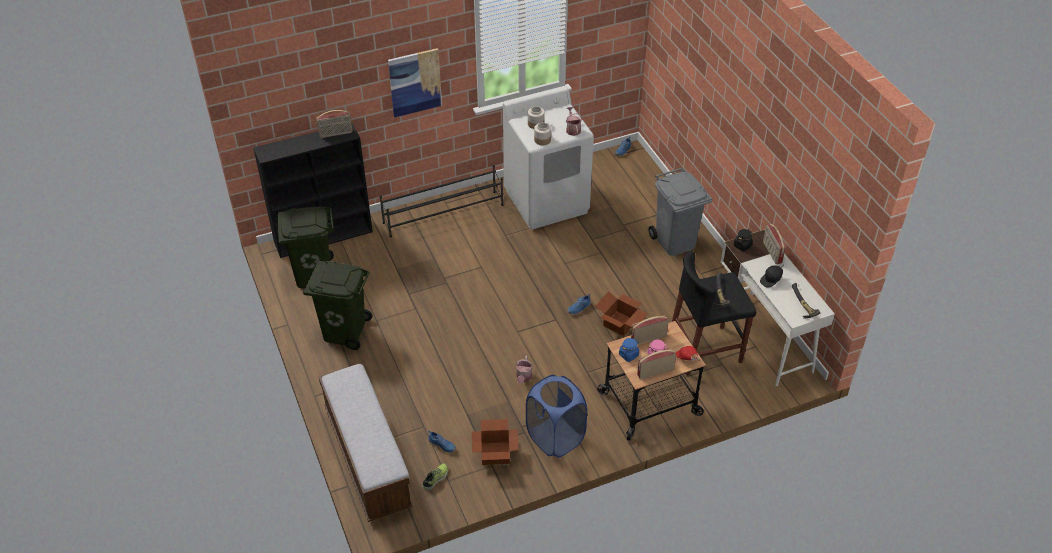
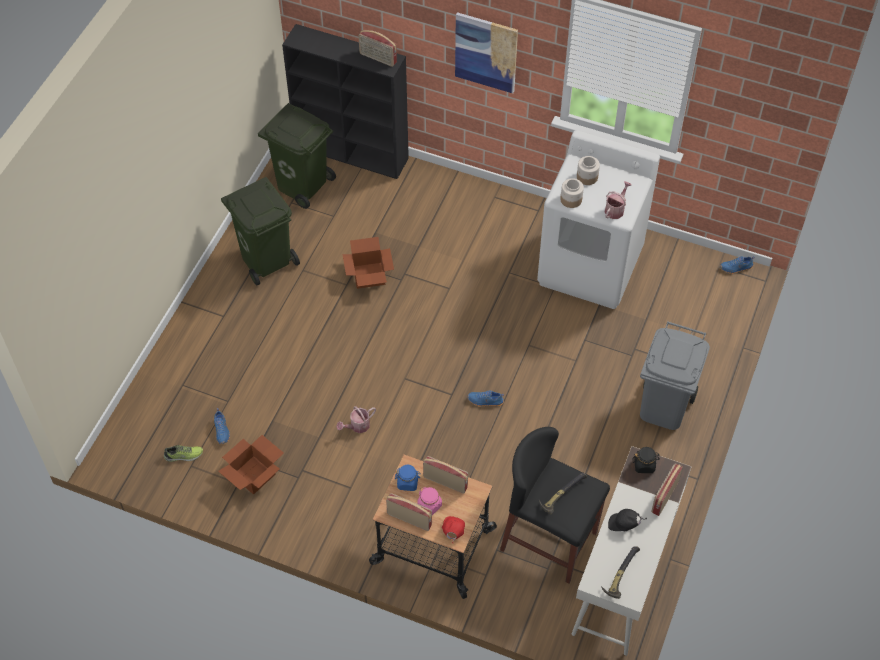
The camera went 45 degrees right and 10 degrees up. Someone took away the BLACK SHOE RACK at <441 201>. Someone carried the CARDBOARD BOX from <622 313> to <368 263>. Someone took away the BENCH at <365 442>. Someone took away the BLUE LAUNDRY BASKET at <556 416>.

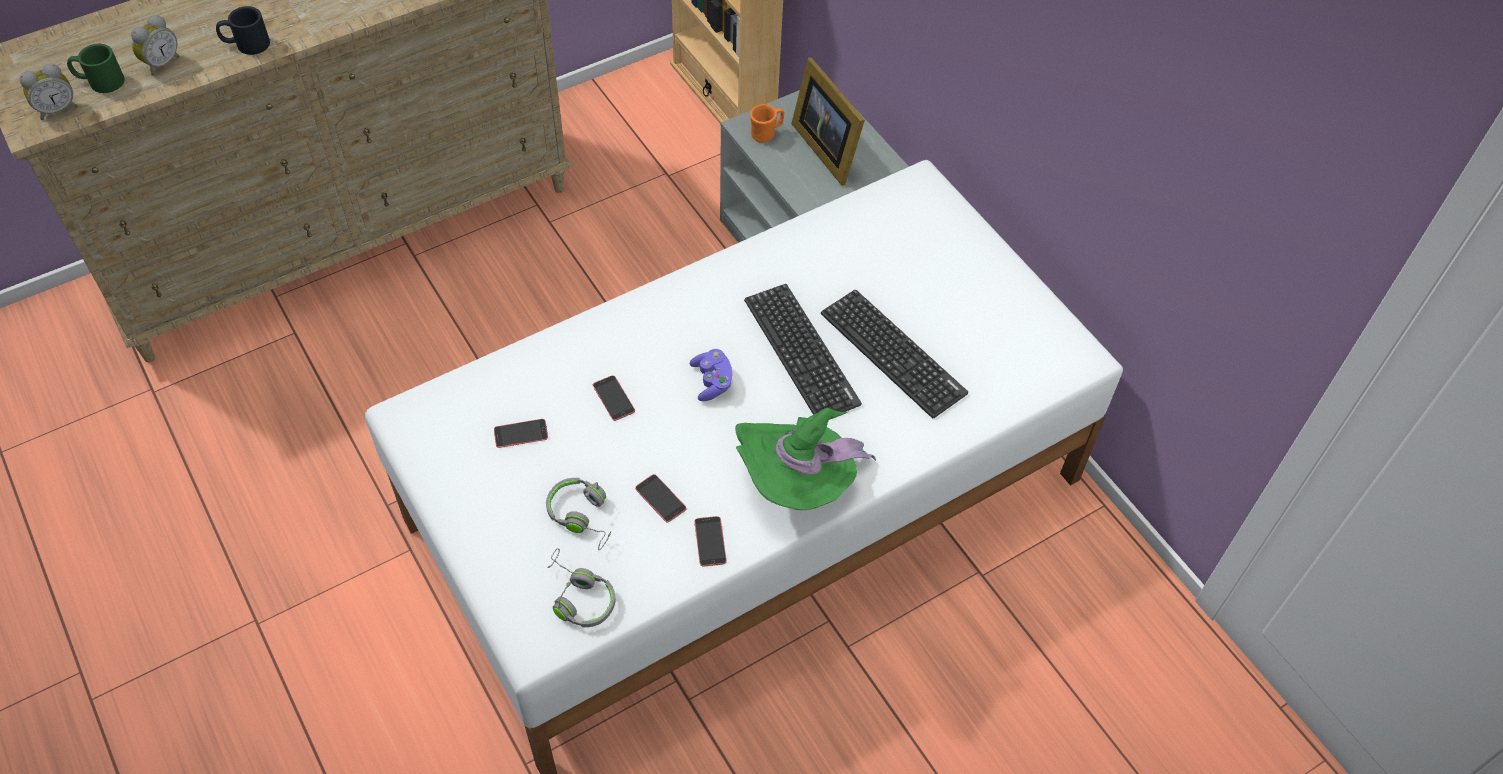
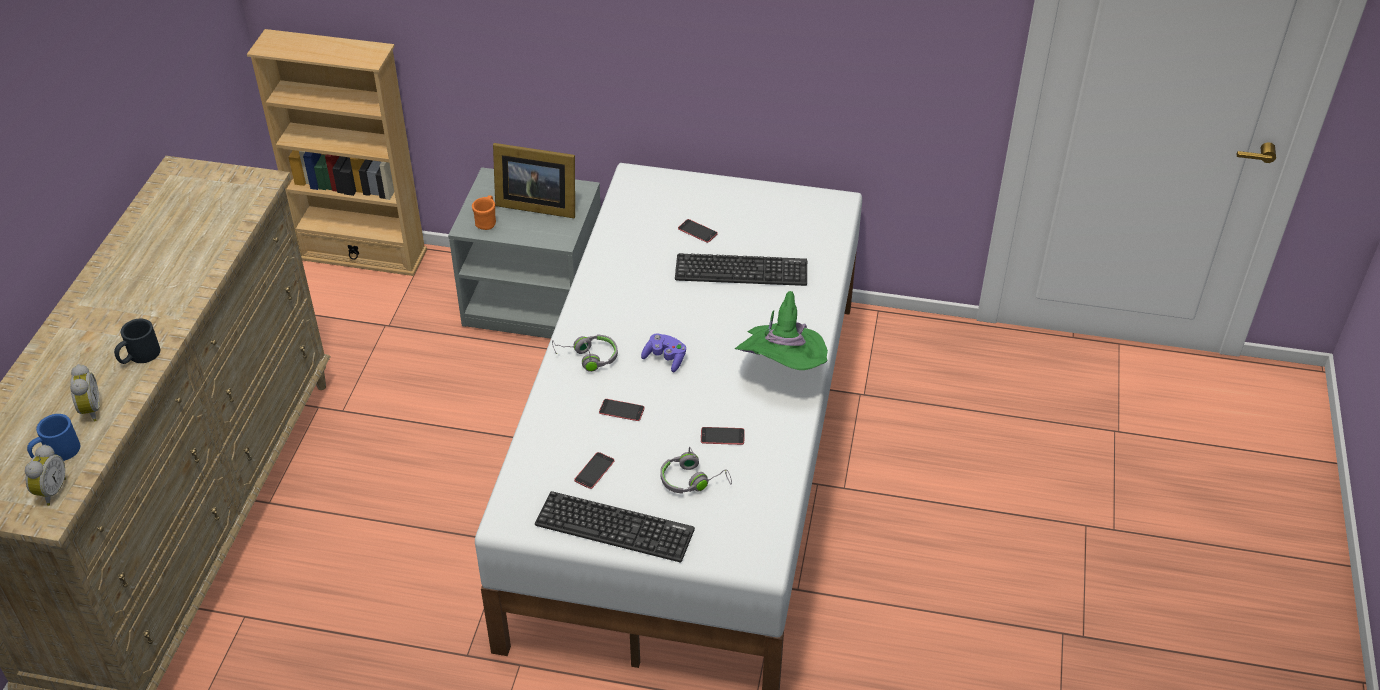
The camera went 45 degrees left and 10 degrees down. Someone repainted the GREEN MUG at <96 68>, which became the BLUE MUG at <53 437>. Someone carried the KEYBOARD from <803 349> to <615 526>. Someone carried the PHONE from <710 541> to <698 231>. Someone carried the GREY HEADPHONES from <581 587> to <585 353>.

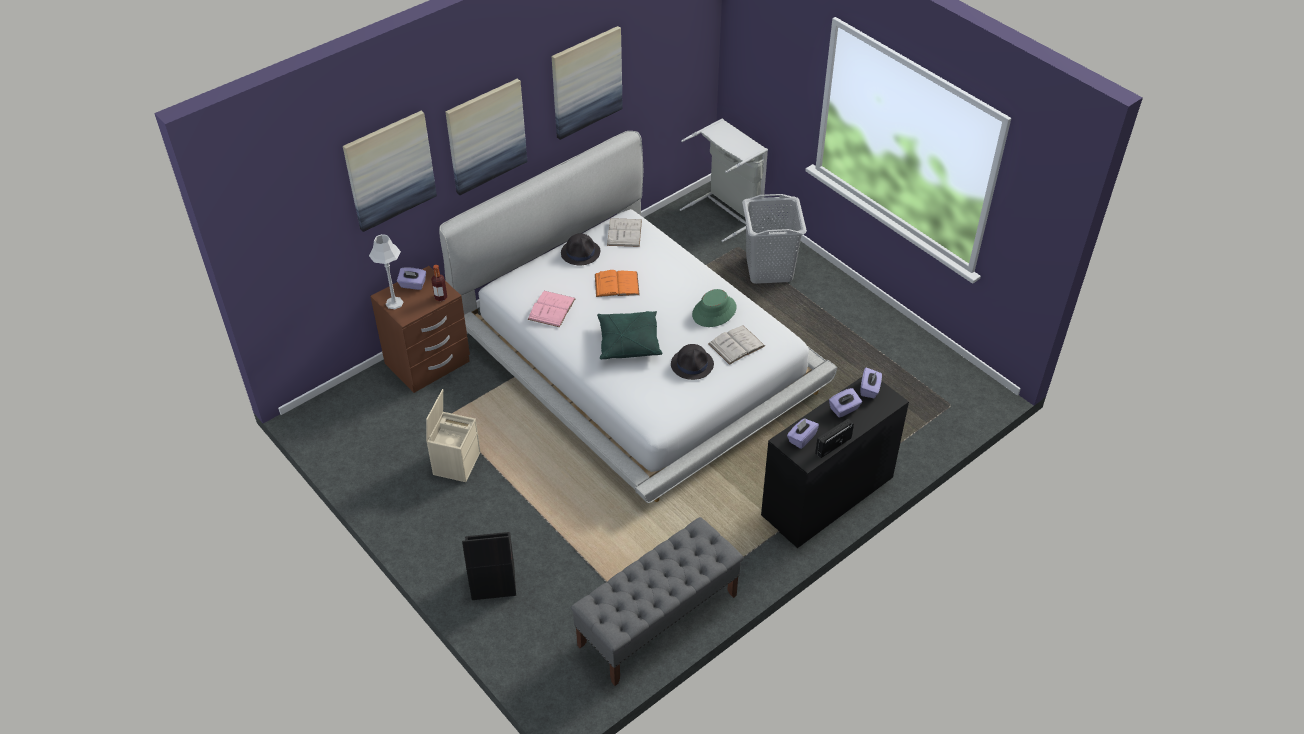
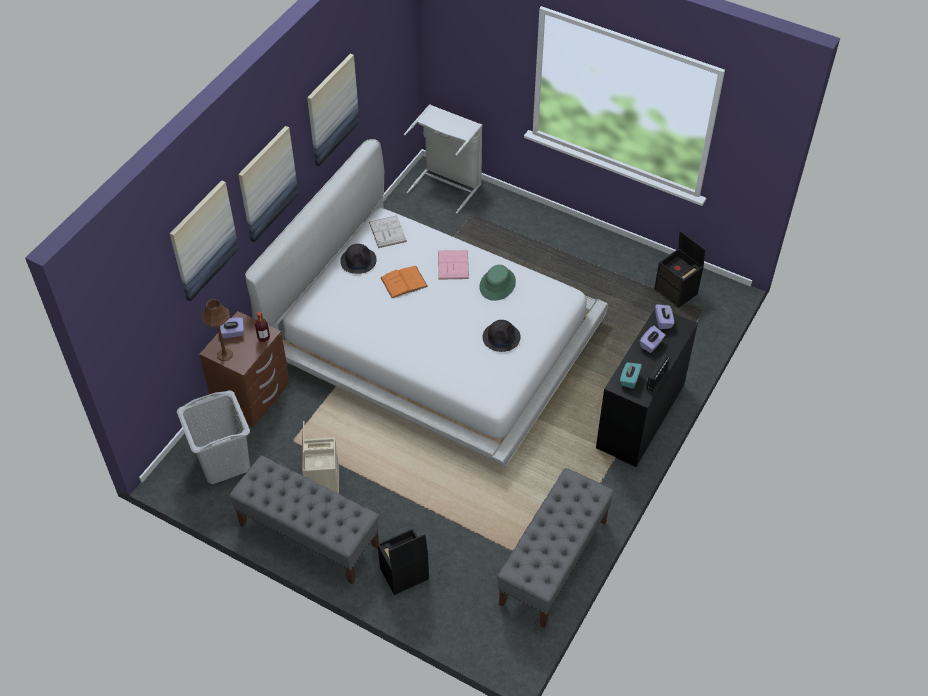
The camera went 20 degrees left and 5 degrees up. Someone carried the GREY LAUNDRY BASKET from <774 239> to <213 437>. Someone repainted the GREY TABLE LAMP at <386 271>, which became the BROWN TABLE LAMP at <217 330>. Someone carried the PINK BOOK from <551 309> to <453 265>. Someone took away the GREEN PILLOW at <630 335>. Someone took away the WHITE BOOK at <736 345>. Someone repainted the PURPLE TISSUE BOX at <803 433>, which became the TURQUOISE TISSUE BOX at <631 375>. Someone put down the BLACK STORAGE BOX at <679 269>. Someone put down the GREY BENCH at <304 520>.

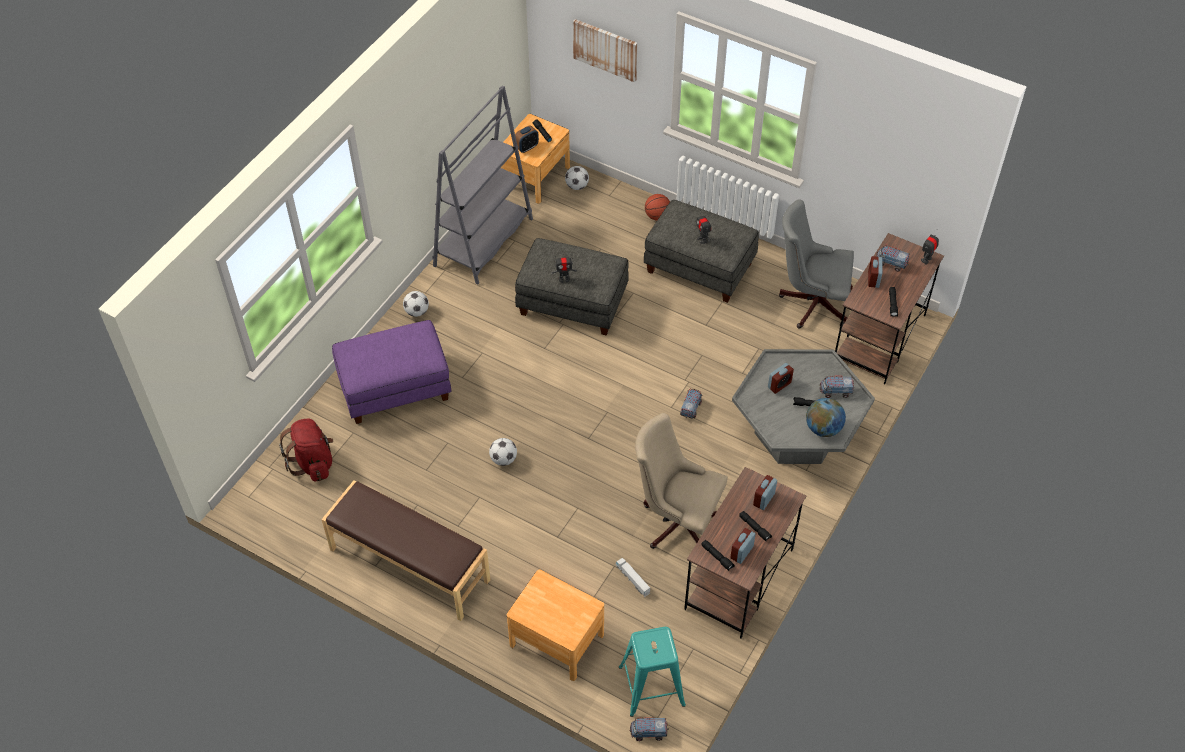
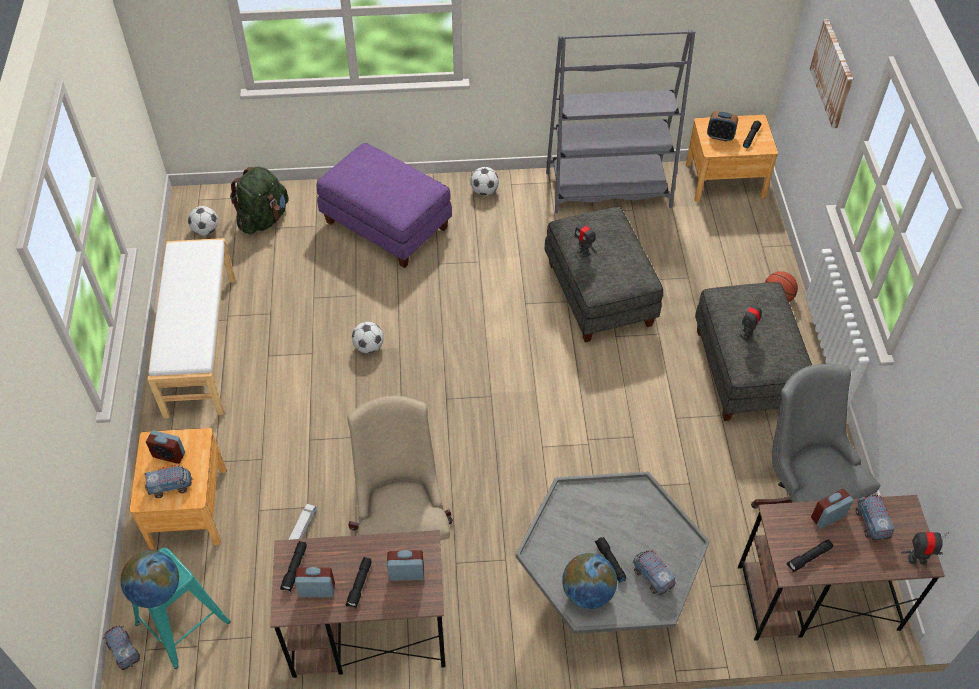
The camera went 55 degrees right and 0 degrees up. Someone carried the FOOTBALL from <577 178> to <203 220>. Someone carried the ALARM CLOCK from <781 378> to <165 447>. Someone carried the TOY TRUCK from <691 403> to <168 481>. Someone repainted the RED BACKPACK at <306 450>, which became the GREEN BACKPACK at <259 200>. Someone repainted the BROWN BENCH at <406 550>, which became the WHITE BENCH at <192 328>. Someone put down the GLOBE at <149 579>.

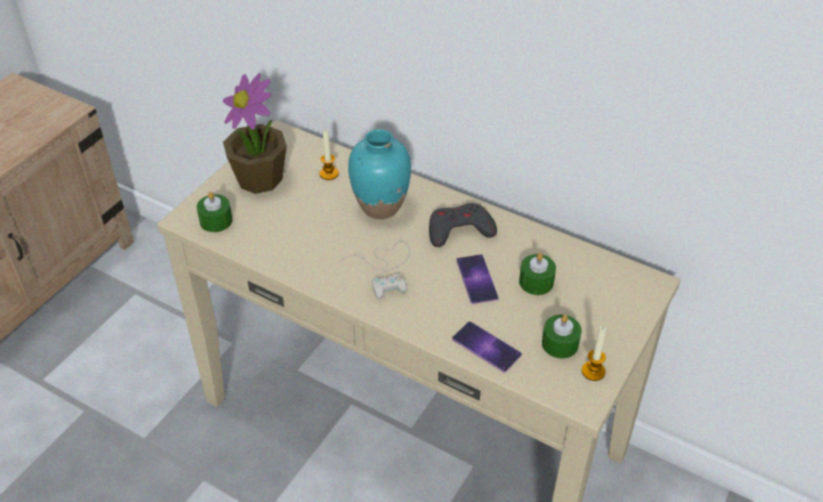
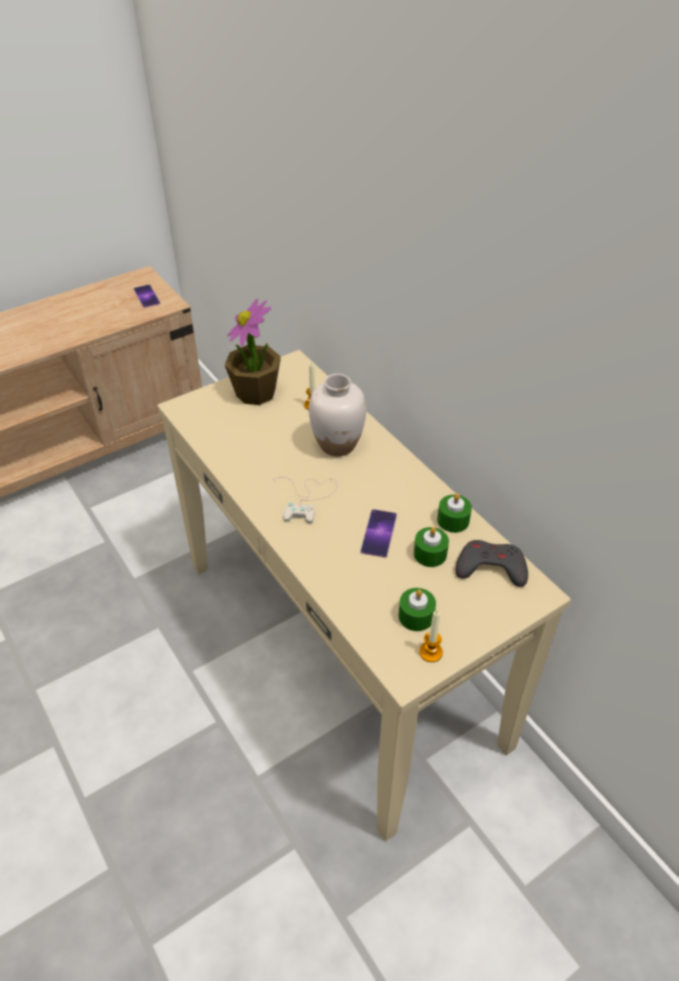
The camera went 25 degrees right and 0 degrees up. Someone repainted the TURQUOISE VASE at <379 174>, which became the WHITE VASE at <338 415>. Someone carried the GREEN CANDLE from <215 212> to <454 513>. Someone carried the GREY GAME CONTROLLER from <463 225> to <492 563>. Someone carried the PHONE from <487 346> to <147 296>.

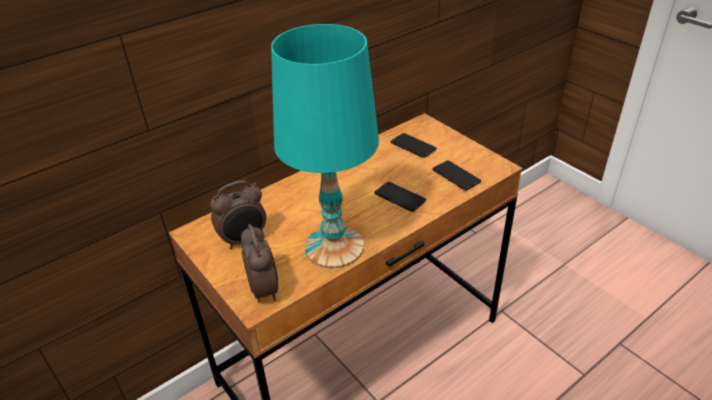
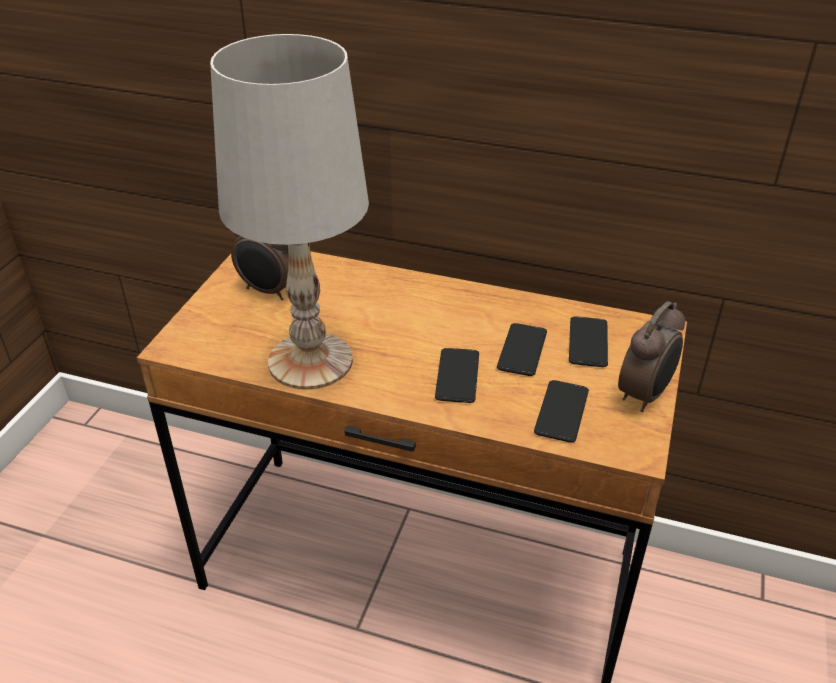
The camera went 55 degrees right and 0 degrees up. Someone repainted the TURQUOISE TABLE LAMP at <325 146>, which became the WHITE TABLE LAMP at <289 212>. Someone carried the ALARM CLOCK from <259 263> to <651 356>. Someone put down the PHONE at <522 349>.

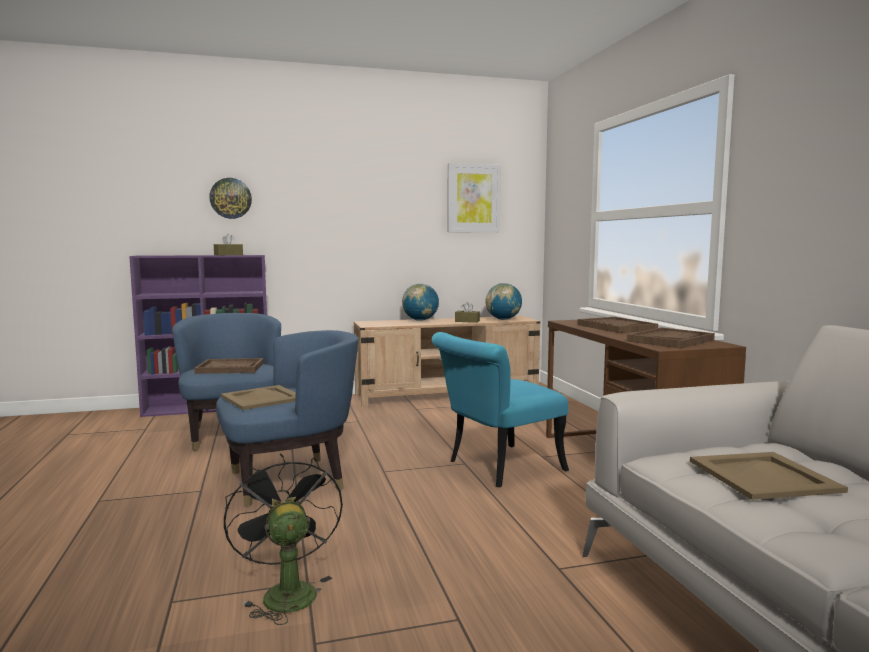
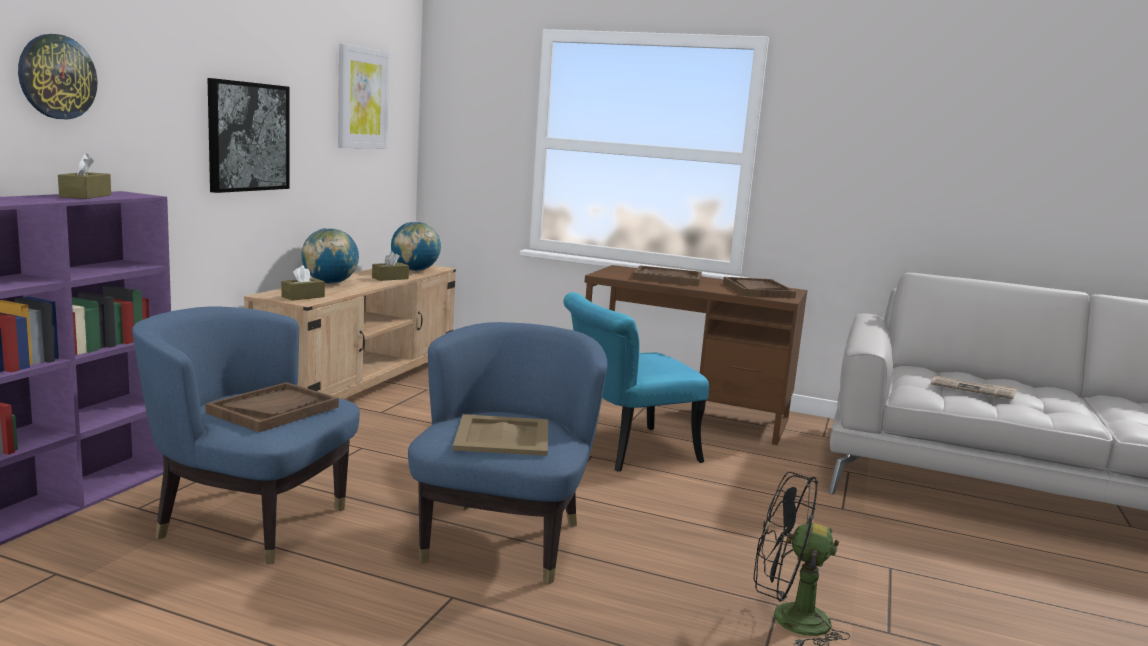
The camera went 55 degrees left and 5 degrees up. Someone rotated the TURQUOISE CHAIR at <500 409> by 60 degrees clockwise. Someone swapped the BEIGE TRAY at <769 476> for the NEWSPAPER at <974 387>. Someone put up the PICTURE at <248 135>. Someone put down the BROWN TISSUE BOX at <303 283>.

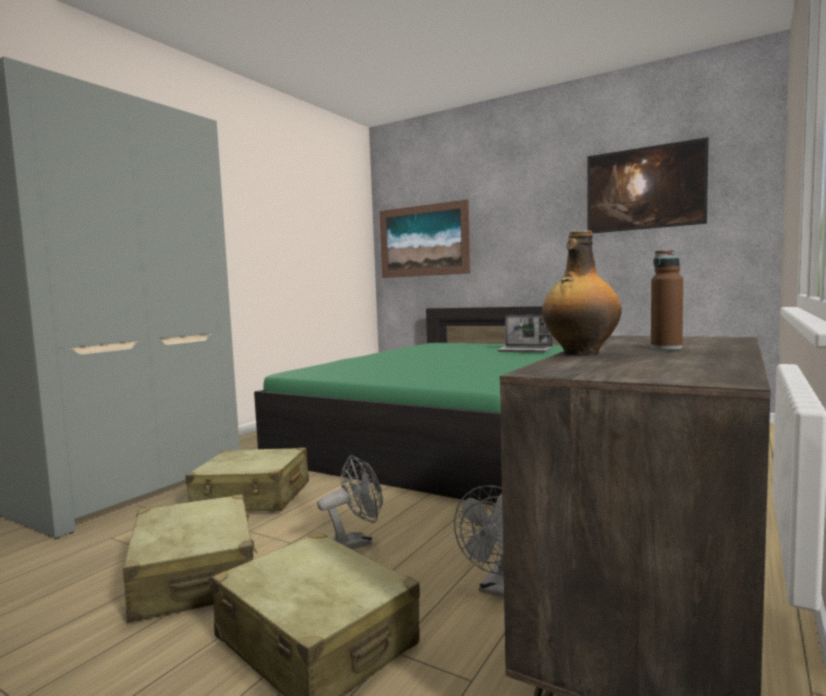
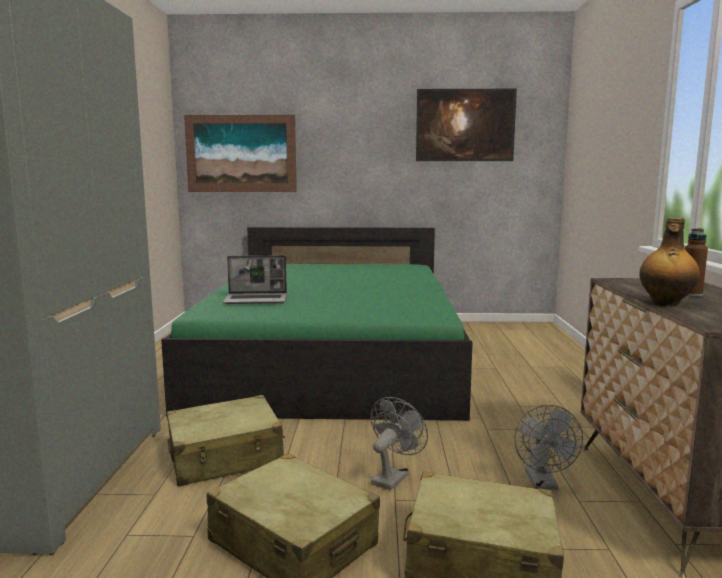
The camera went 30 degrees left and 5 degrees up. Someone carried the LAPTOP from <525 333> to <255 279>.

